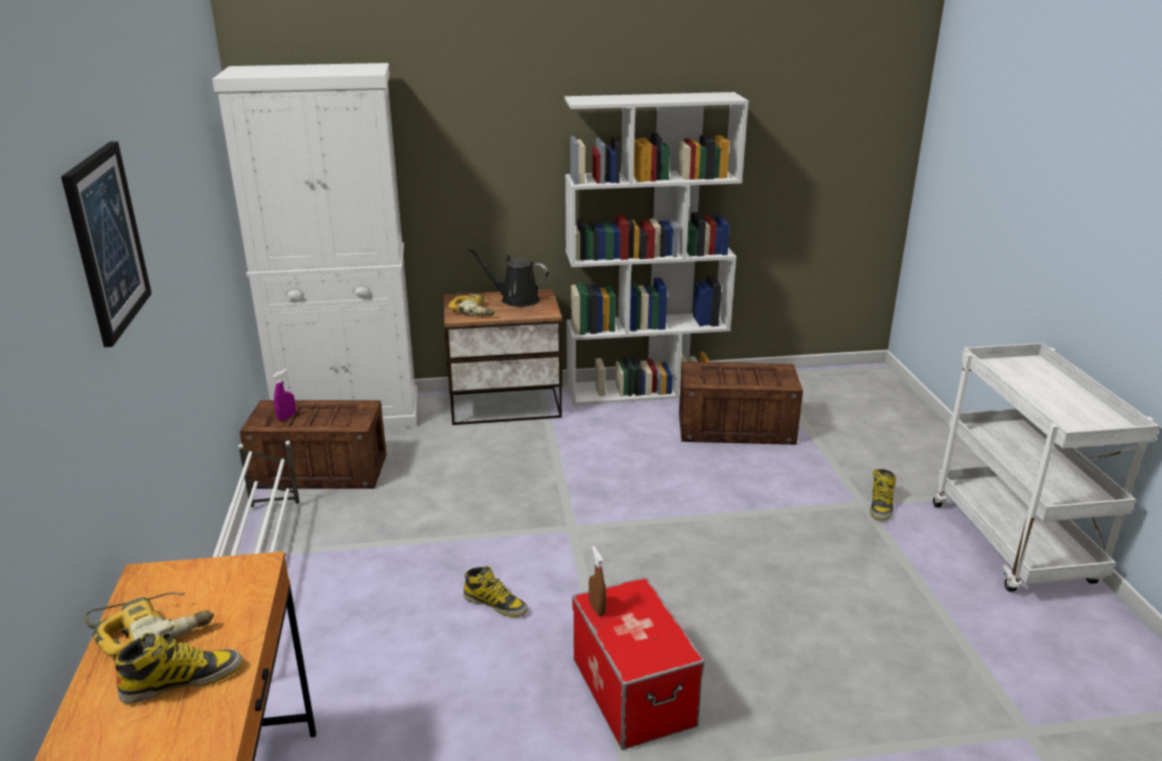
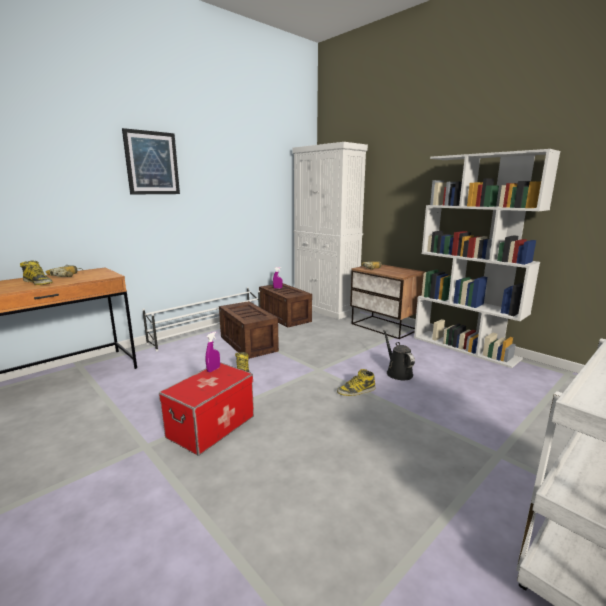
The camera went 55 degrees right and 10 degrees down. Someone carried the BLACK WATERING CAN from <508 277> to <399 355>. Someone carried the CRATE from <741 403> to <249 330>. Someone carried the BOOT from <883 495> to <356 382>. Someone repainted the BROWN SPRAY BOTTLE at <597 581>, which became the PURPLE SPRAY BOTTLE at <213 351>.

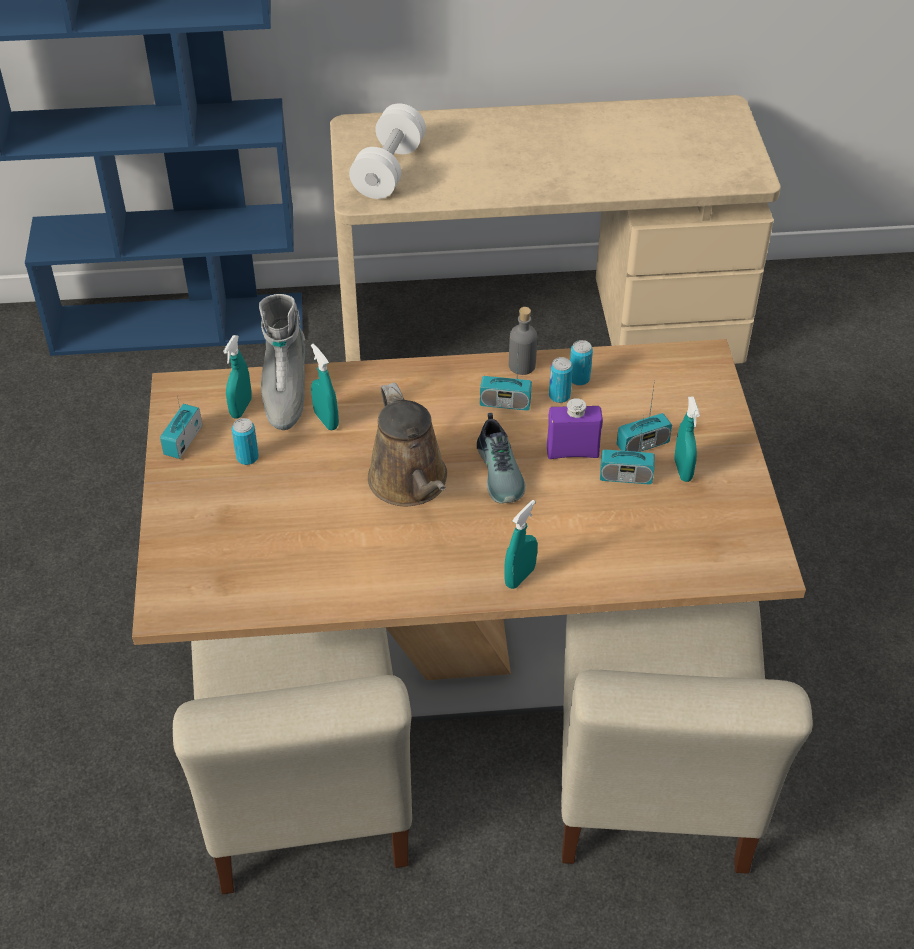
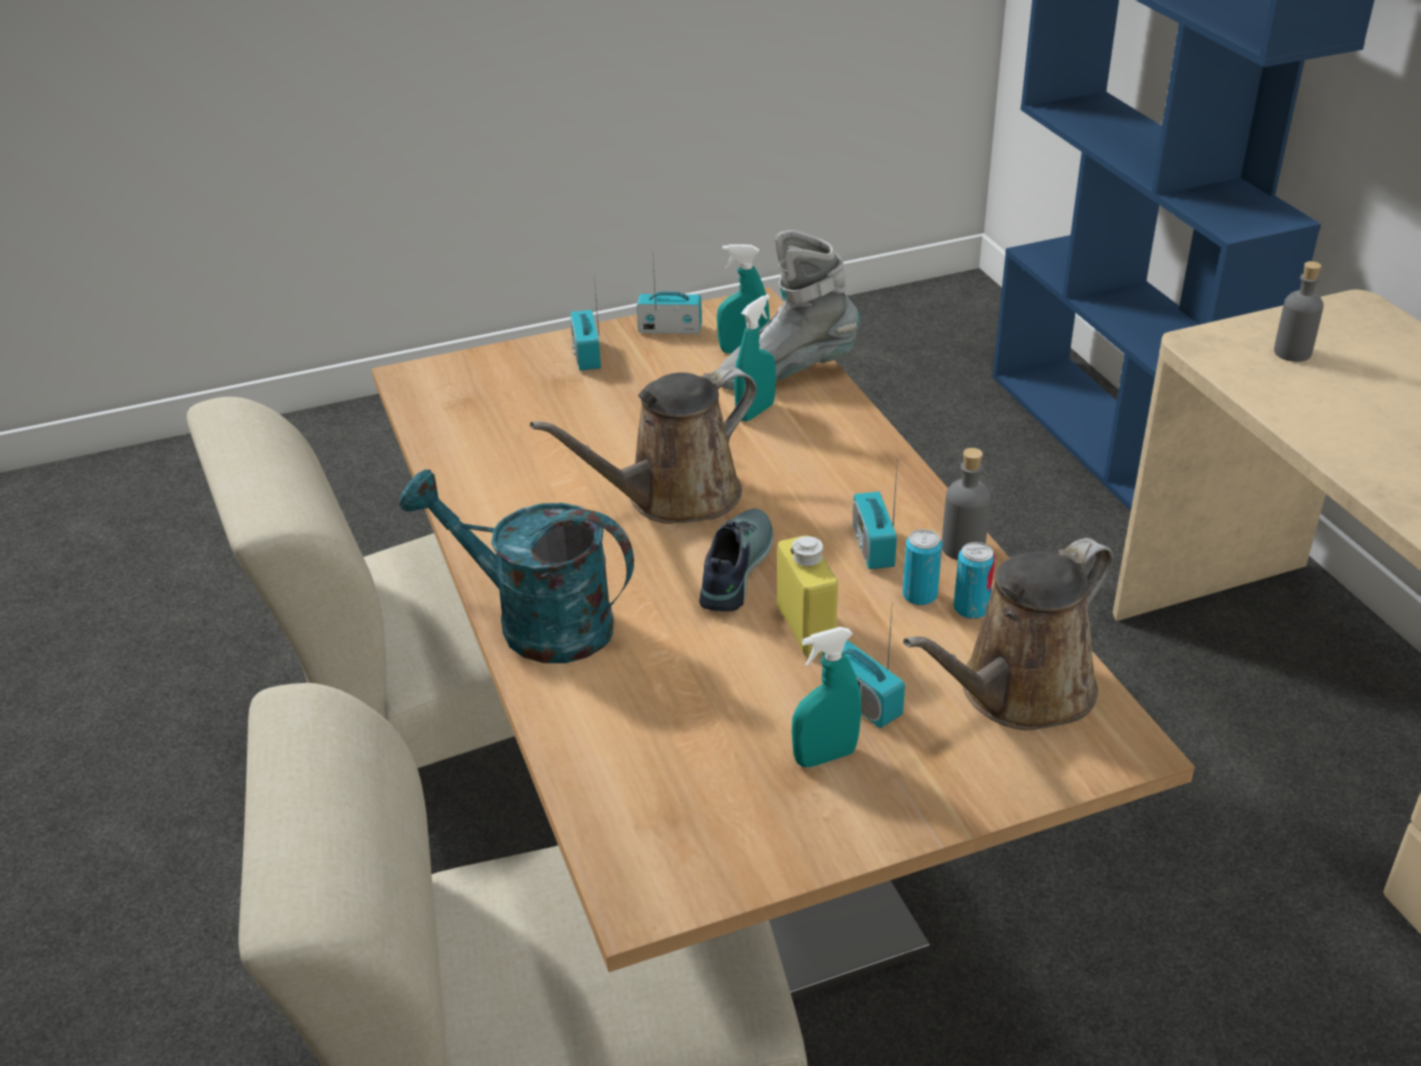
The camera went 75 degrees right and 10 degrees down. Someone swapped the WHITE DUMBBELL at <387 151> for the GREY BOTTLE at <1299 311>. Someone repainted the PURPLE BOTTLE at <575 428>, which became the YELLOW BOTTLE at <807 596>. Someone rotated the SHOE at <501 458> by 135 degrees clockwise. Someone carried the RADIO from <627 450> to <586 323>. Someone took away the CAN at <245 441>. Someone swapped the TURQUOISE SPRAY BOTTLE at <520 544> for the TURQUOISE WATERING CAN at <517 566>. Someone put down the BROWN WATERING CAN at <1008 634>.

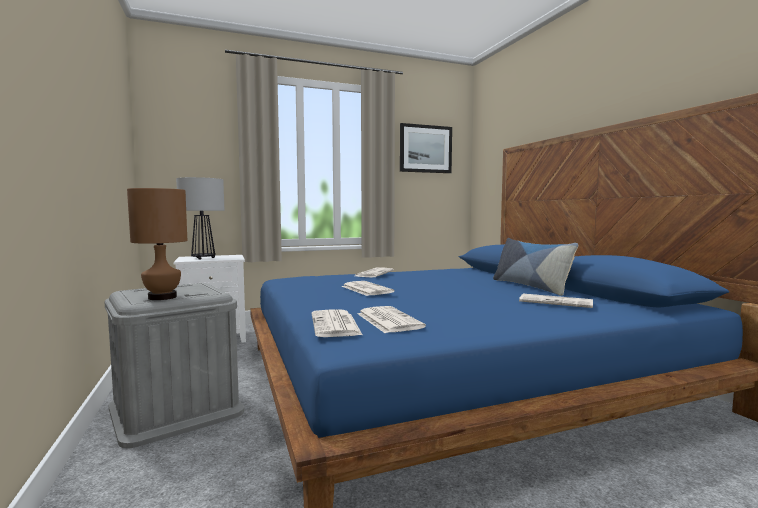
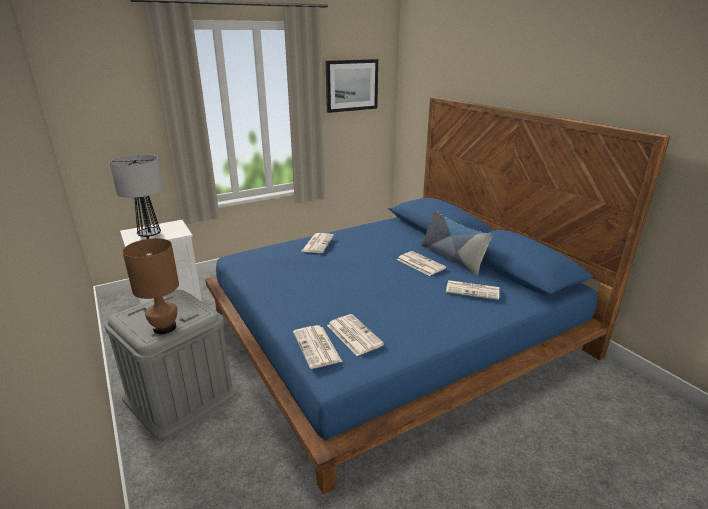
The camera went 10 degrees left and 20 degrees up. Someone carried the NEWSPAPER from <368 288> to <421 263>.

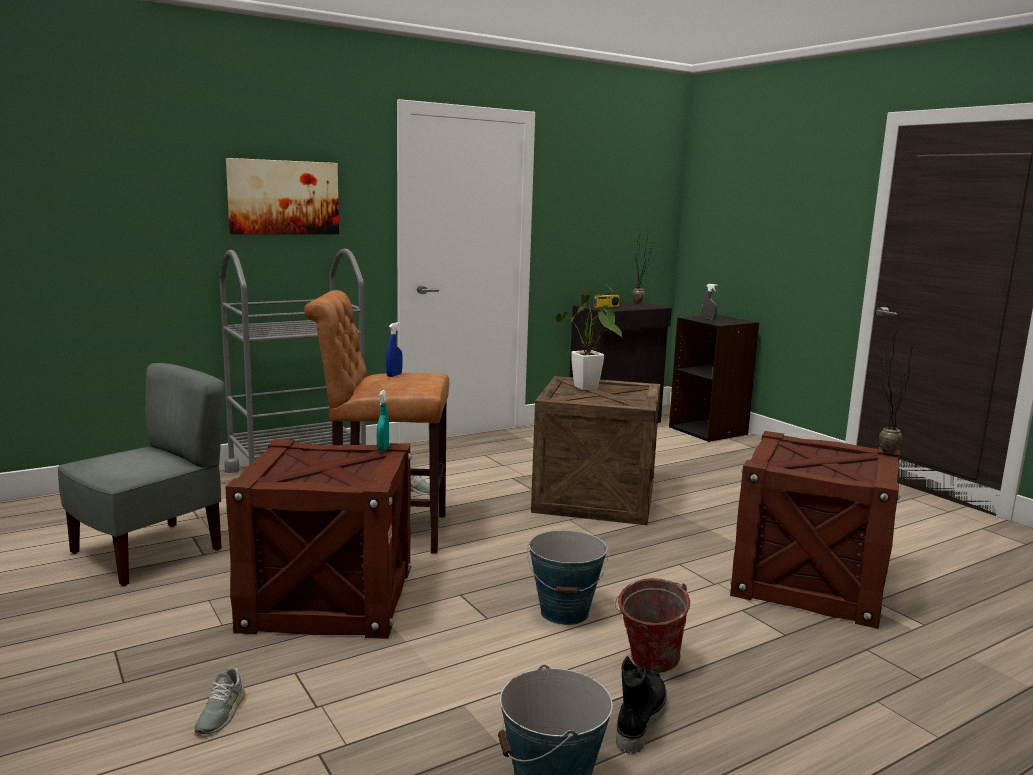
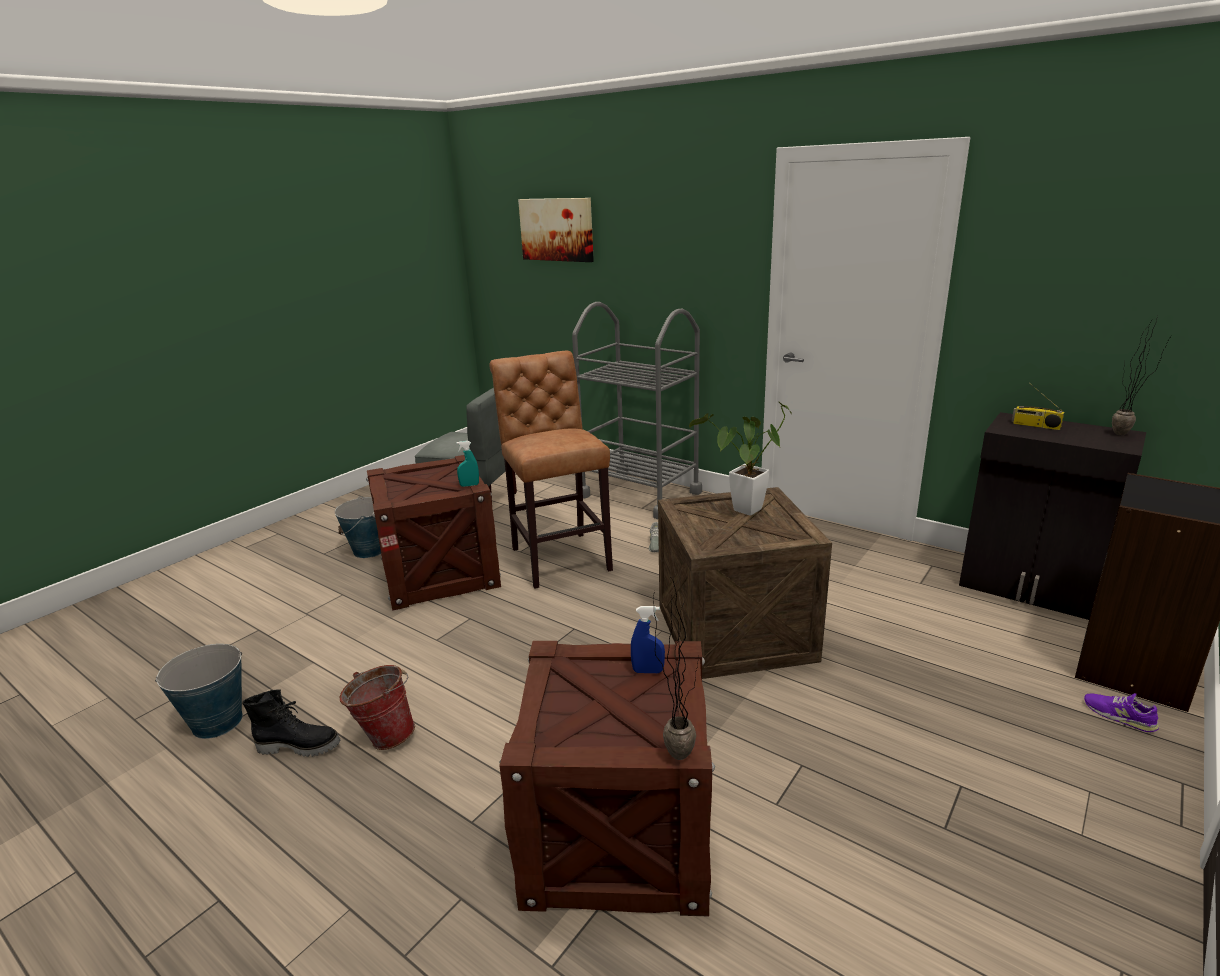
The camera went 70 degrees right and 10 degrees up. Someone carried the PICTURE from <282 196> to <556 230>. Someone took away the GREY SPRAY BOTTLE at <709 302>. Someone carried the BLUE SPRAY BOTTLE from <394 349> to <648 639>. Someone carried the BUCKET from <568 577> to <357 527>. Someone took away the GREY SHOE at <219 700>. Someone put down the PURPLE SHOE at <1121 712>.

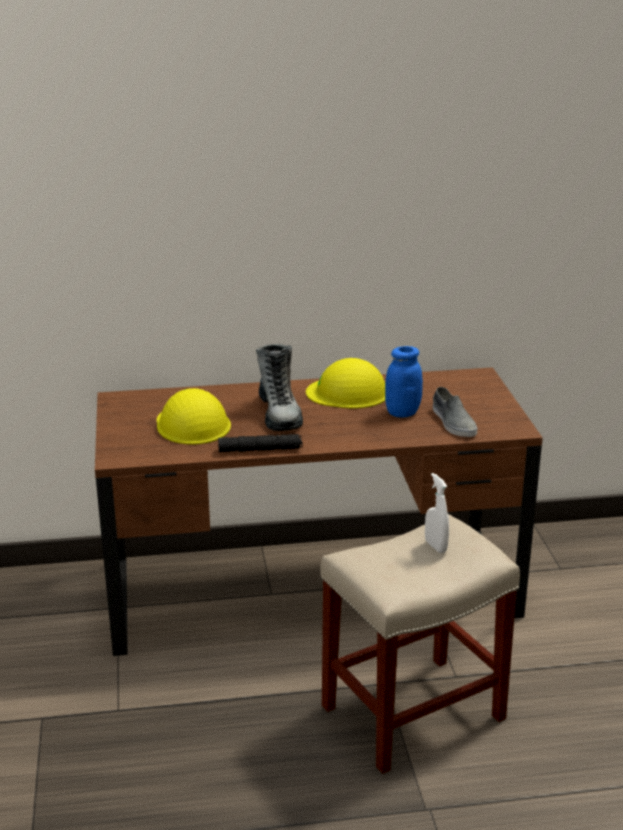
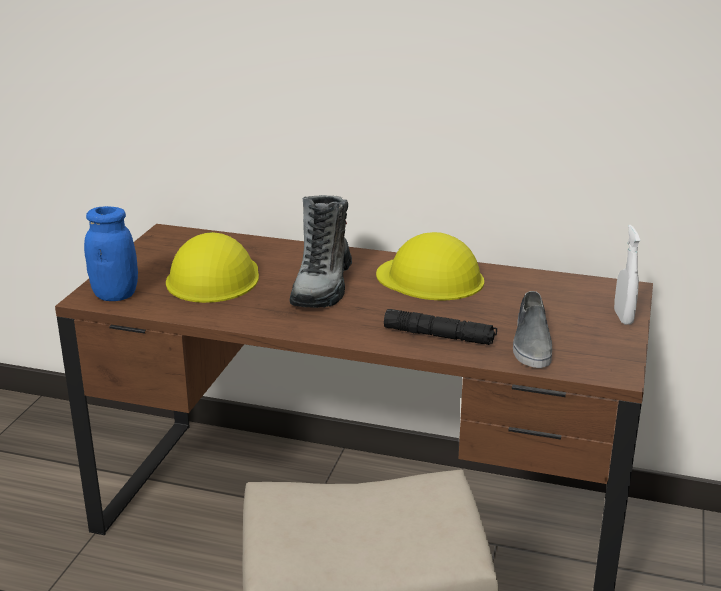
The camera went 25 degrees right and 0 degrees up. Someone carried the BLUE JAR from <404 382> to <111 253>. Someone carried the BLACK FLASHLIGHT from <260 443> to <440 327>. Someone carried the WHITE SPRAY BOTTLE from <437 513> to <627 275>.

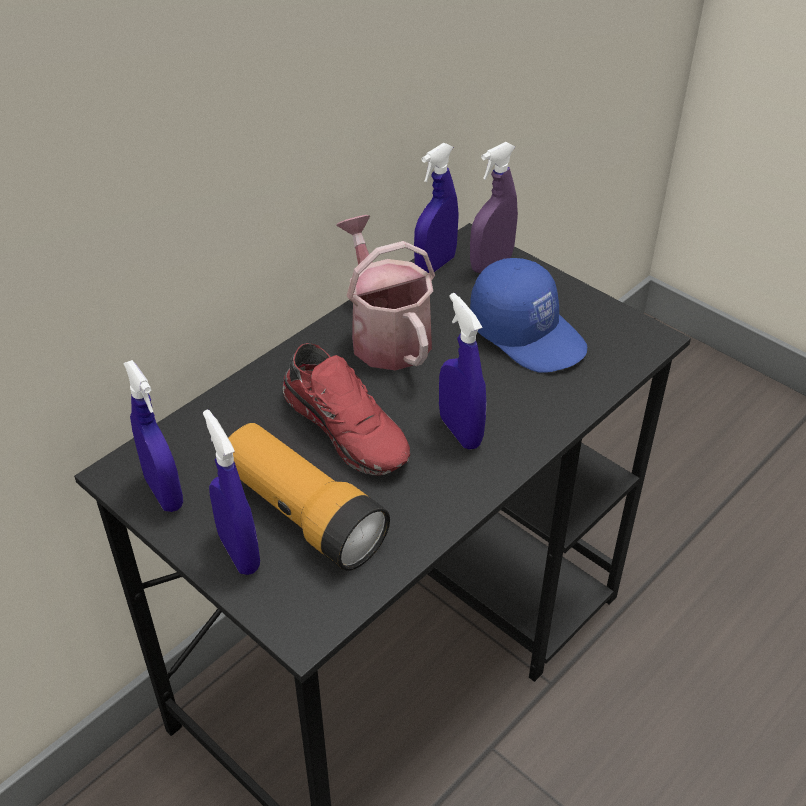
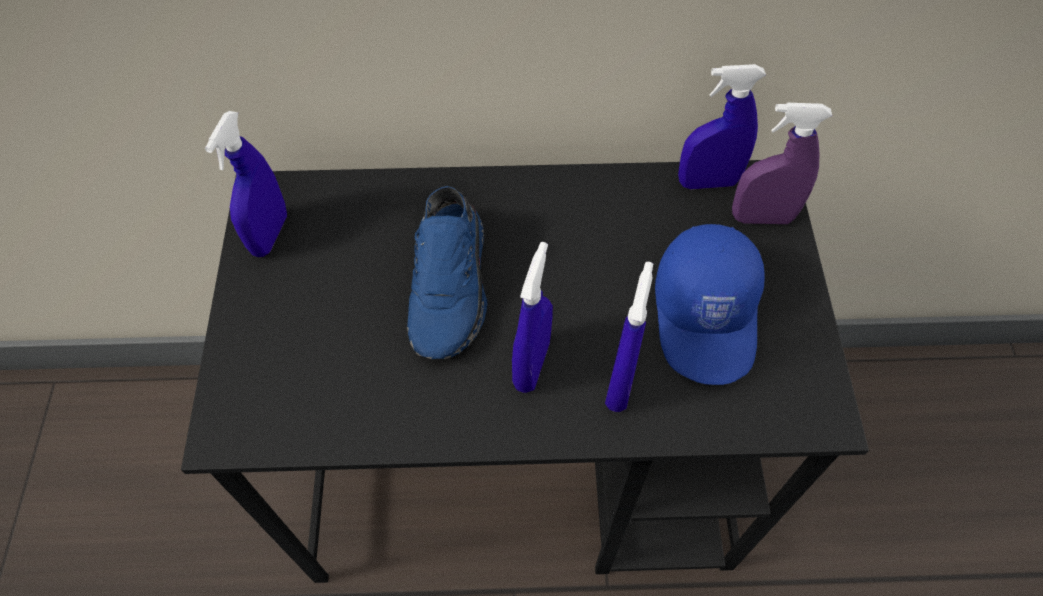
The camera went 45 degrees right and 15 degrees up. Someone took away the WATERING CAN at <385 293>. Someone repainted the RED SHOE at <346 409>, which became the BLUE SHOE at <447 272>. Someone carried the BLUE SPRAY BOTTLE from <231 492> to <629 337>. Someone took away the FLASHLIGHT at <309 497>.

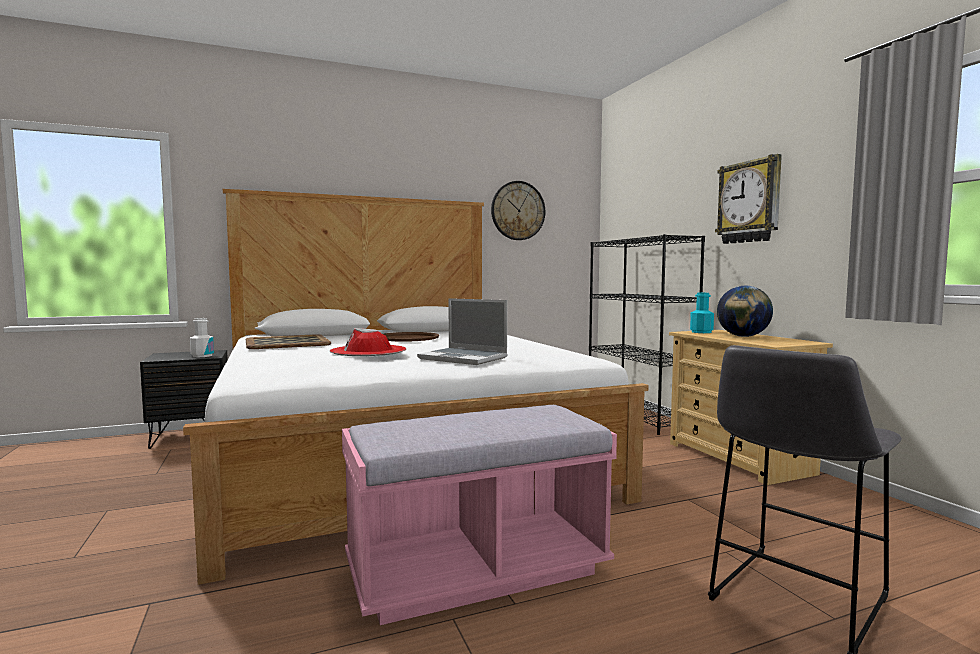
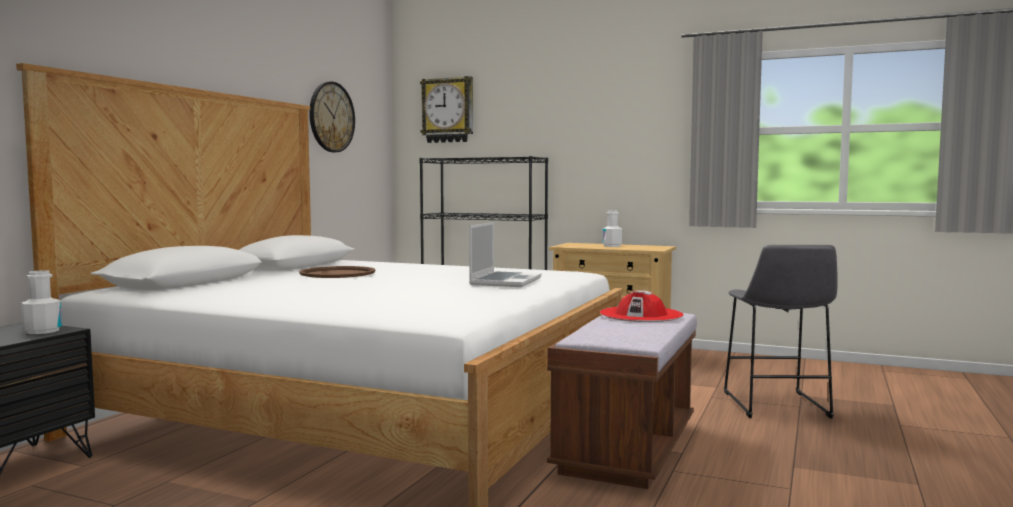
The camera went 45 degrees left and 0 degrees up. Someone carried the WALL CLOCK from <748 199> to <446 109>. Someone swapped the GLOBE at <745 311> for the WHITE BOTTLE at <612 228>. Someone took away the TURQUOISE BOTTLE at <702 313>. Someone rotated the LAPTOP at <462 331> by 60 degrees counterclockwise. Someone carried the RED HAT from <368 342> to <642 306>. Someone took away the TRAY at <288 341>. Someone repainted the PINK BENCH at <479 515>, which became the BROWN BENCH at <622 401>.

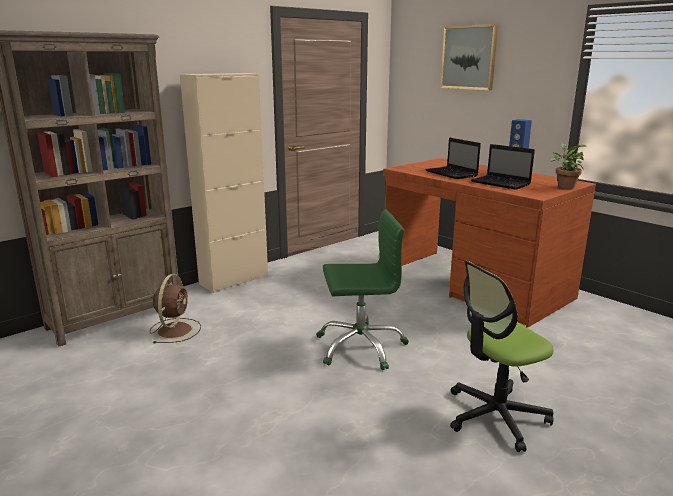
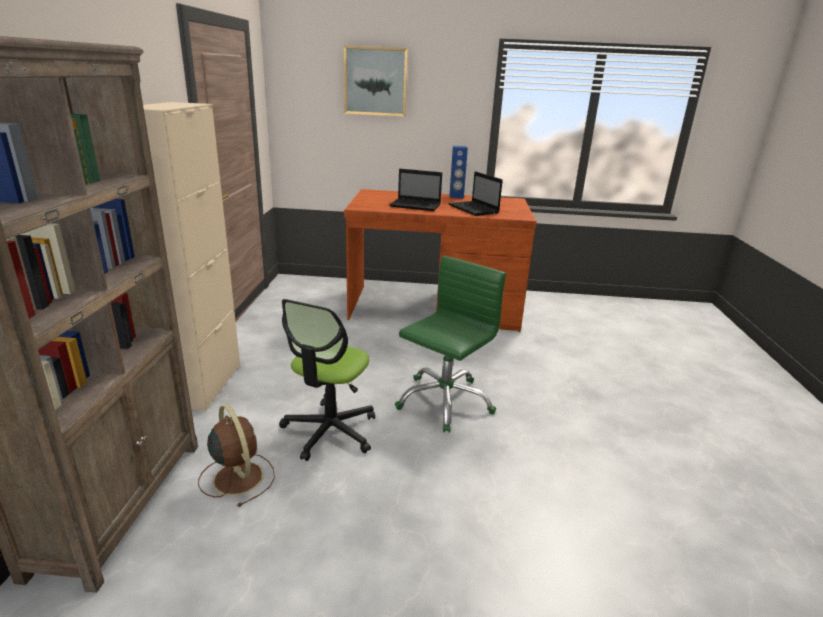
The camera went 45 degrees left and 5 degrees up. Someone rotated the LAPTOP at <503 167> by 60 degrees clockwise. Someone took away the POTTED PLANT at <569 166>. Someone carried the OFFICE CHAIR from <502 356> to <327 380>.

